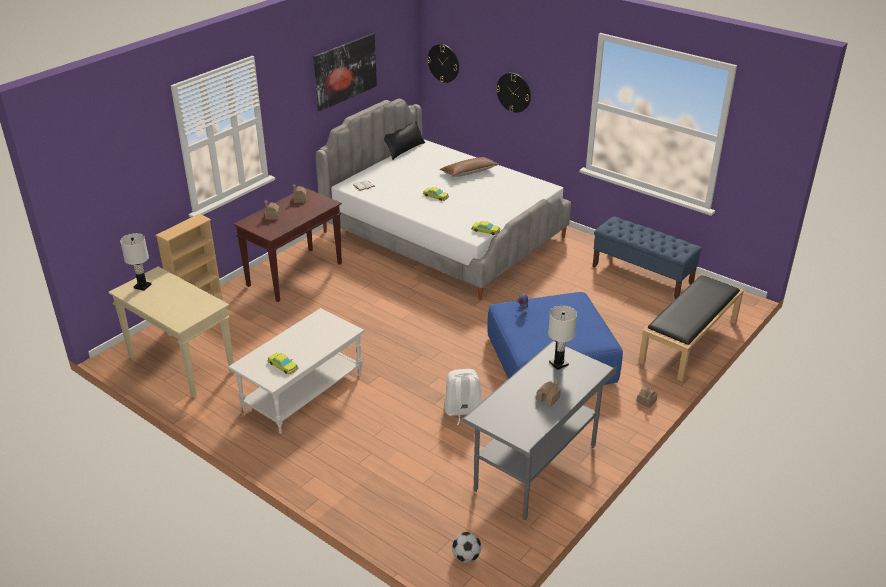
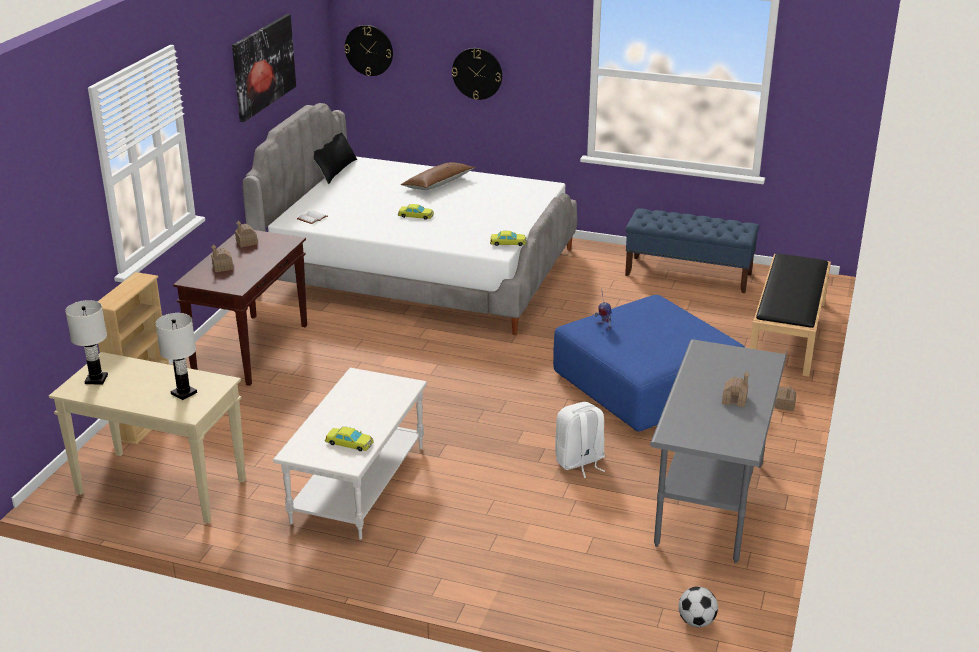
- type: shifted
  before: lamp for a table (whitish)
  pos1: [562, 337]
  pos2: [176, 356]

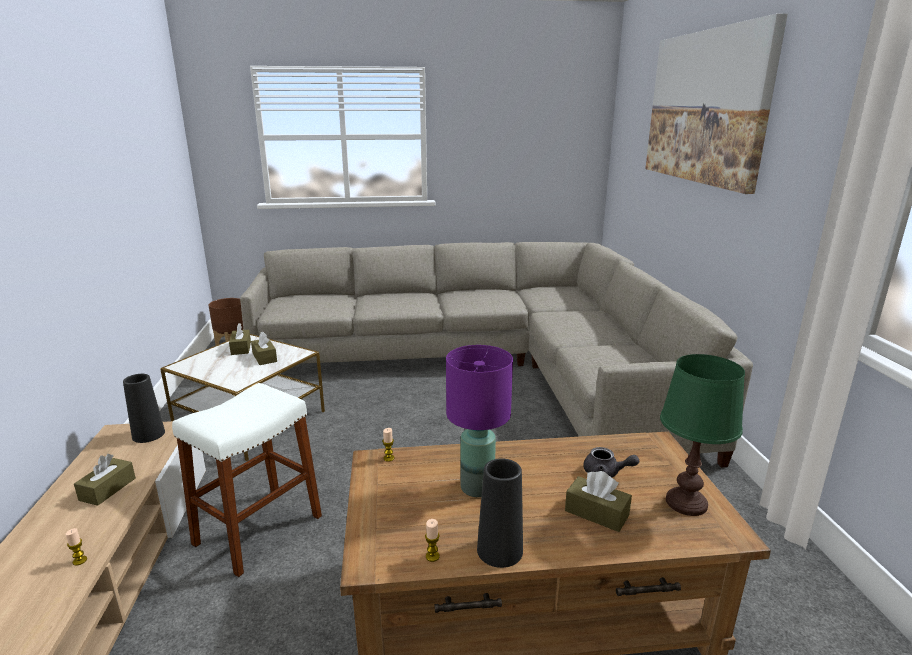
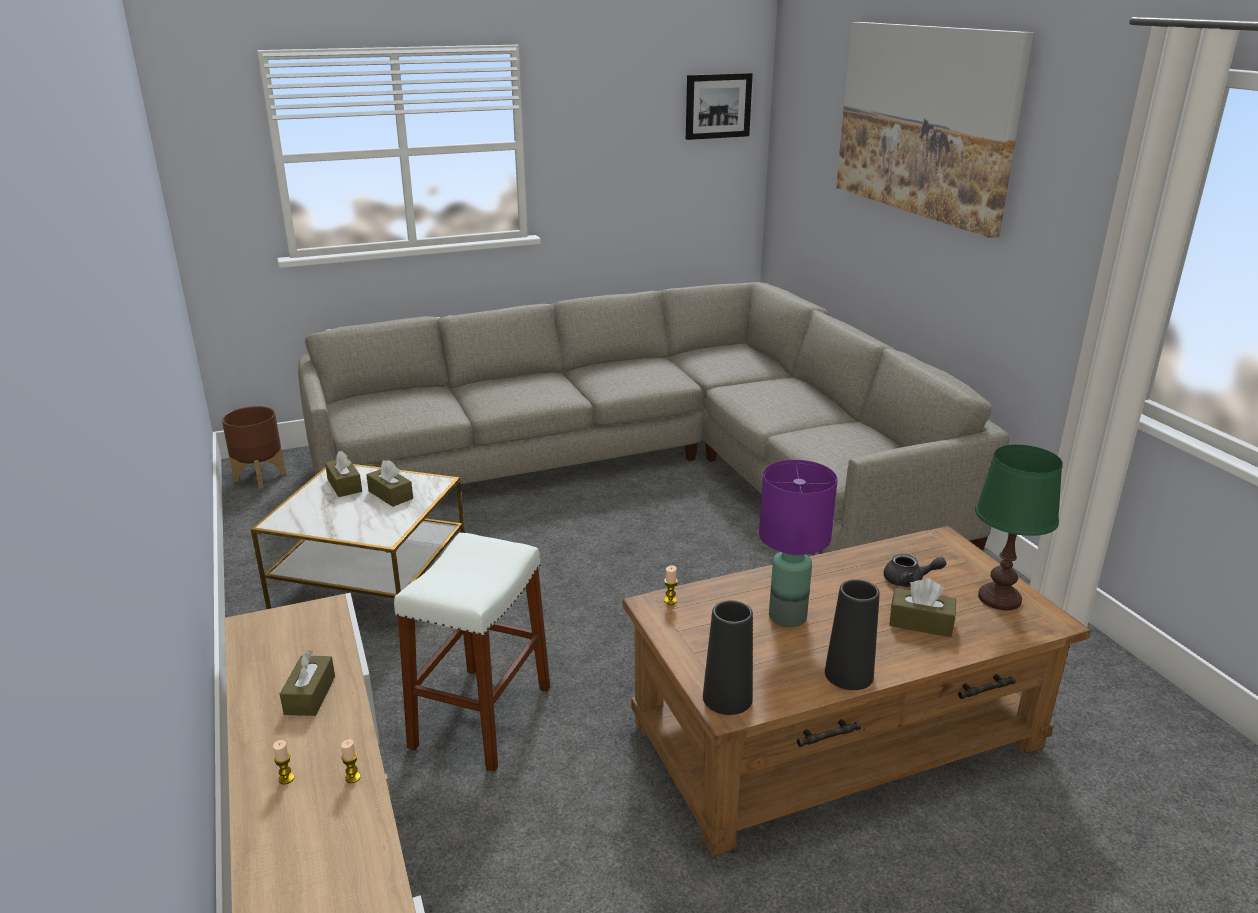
- type: shifted
  before: flower vase (black-coloured)
  pos1: [144, 408]
  pos2: [728, 657]
- type: shifted
  before: candle
  pos1: [432, 540]
  pos2: [283, 762]
- type: new
  after: picture
  pos2: [719, 106]

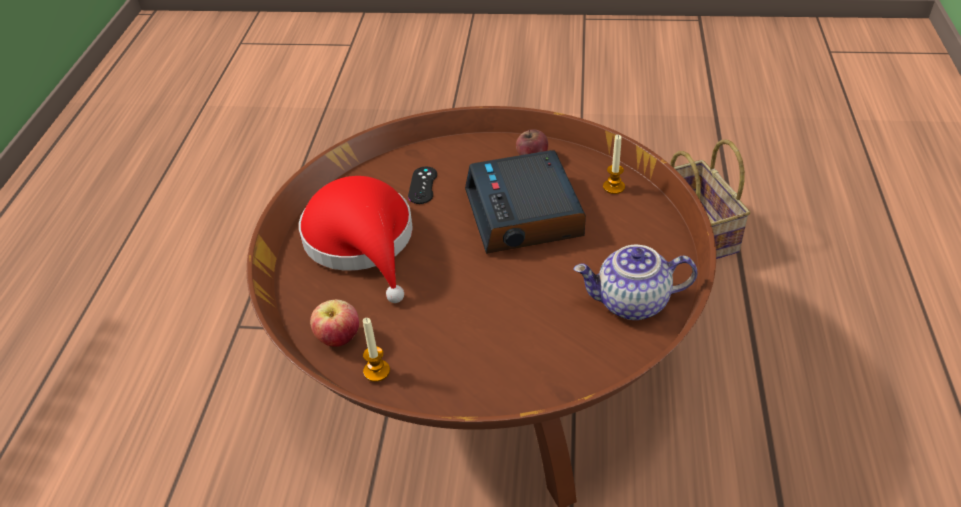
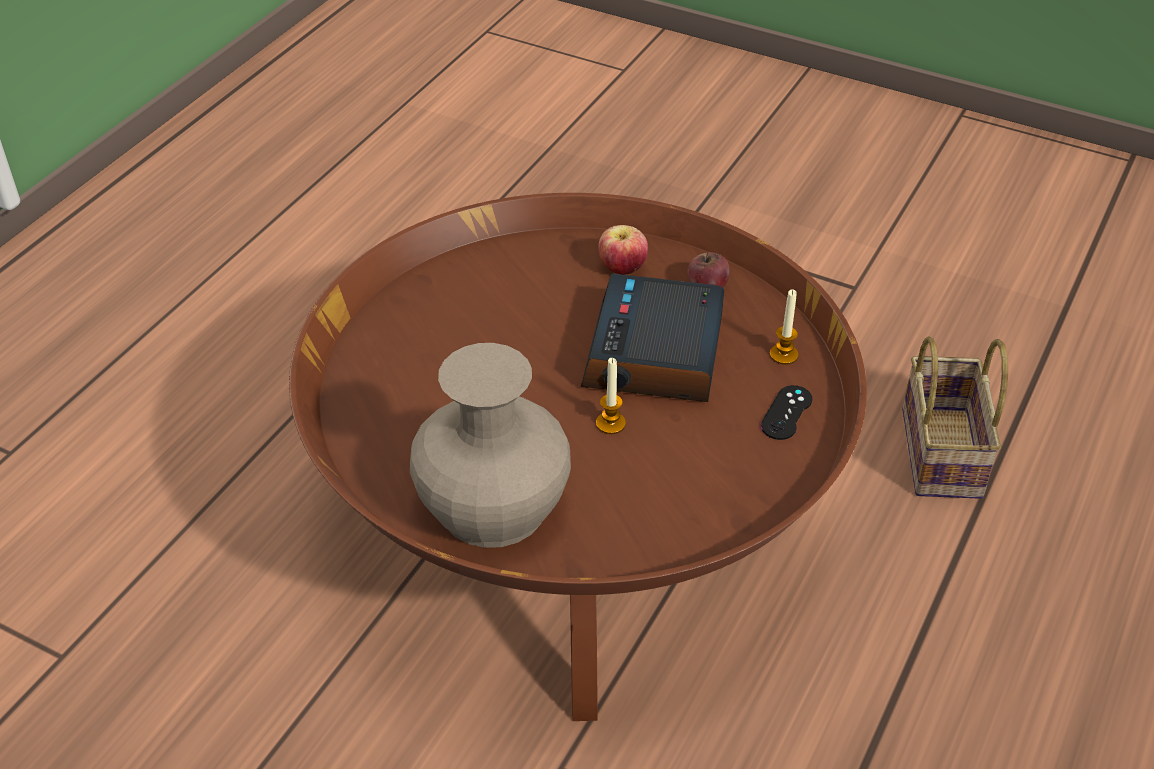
- type: shifted
  before: joypad (black-coloured)
  pos1: [422, 185]
  pos2: [786, 412]
- type: gone
  before: hat (red)
  pos1: [356, 239]
- type: gone
  before: tea pot
  pos1: [635, 282]
- type: shifted
  before: whole apple
  pos1: [334, 323]
  pos2: [623, 250]
- type: shifted
  before: candle
  pos1: [376, 350]
  pos2: [611, 396]
- type: new
  after: flower vase (beige-coloured)
  pos2: [490, 445]

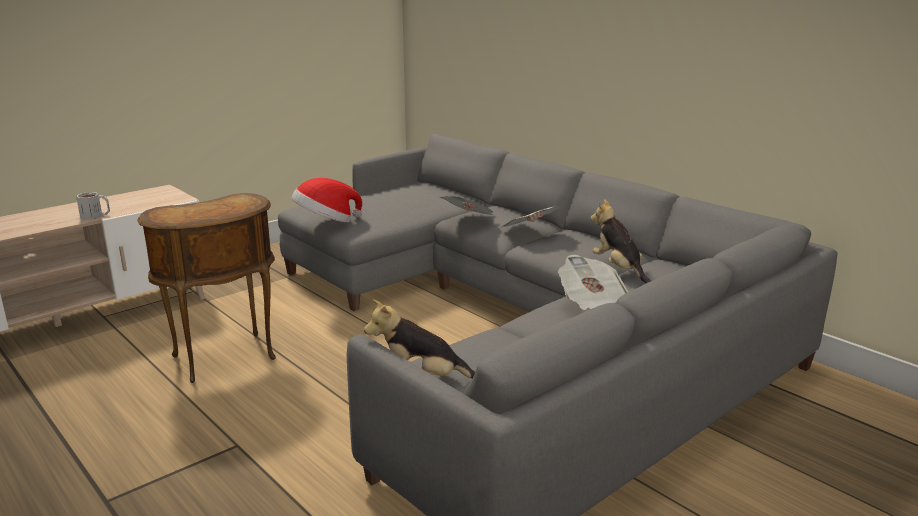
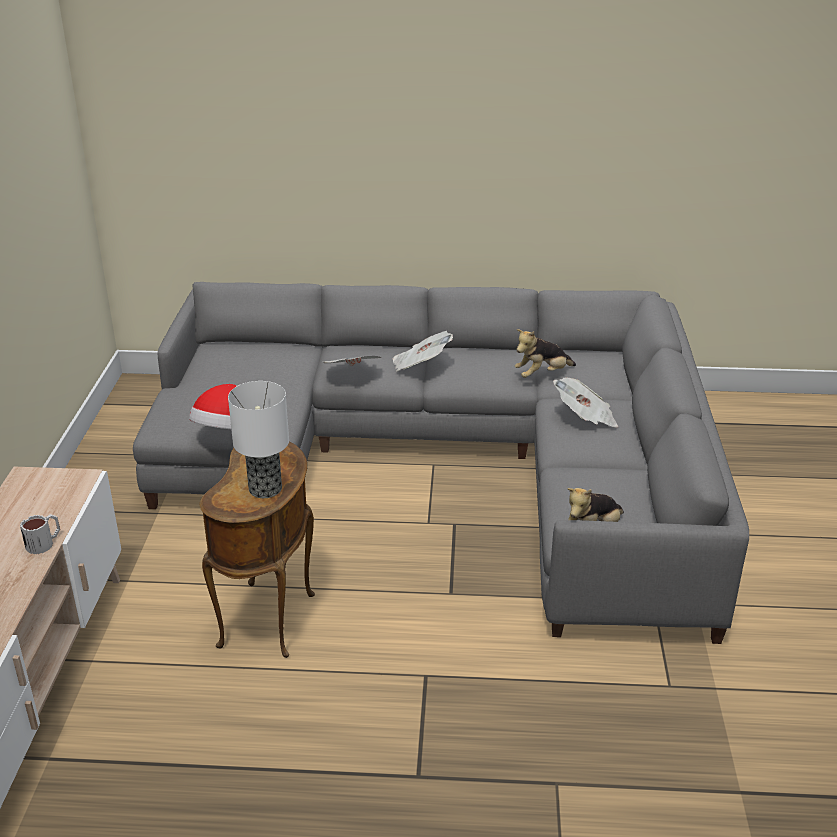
- type: rotated
  before: soft toy
  pos1: [620, 241]
  pos2: [545, 353]
  turn: -45
- type: new
  after: lamp for a table
  pos2: [258, 439]

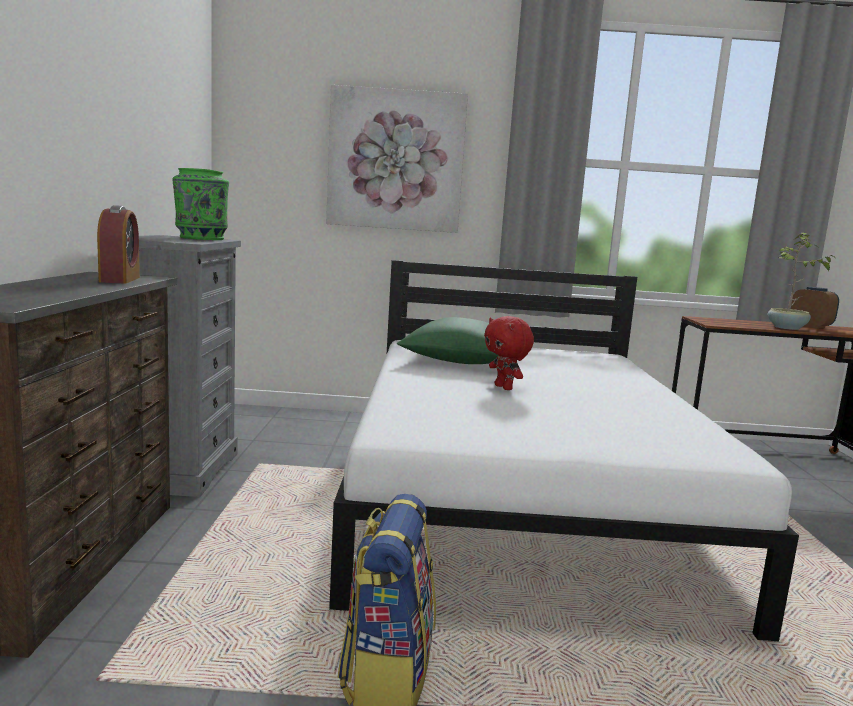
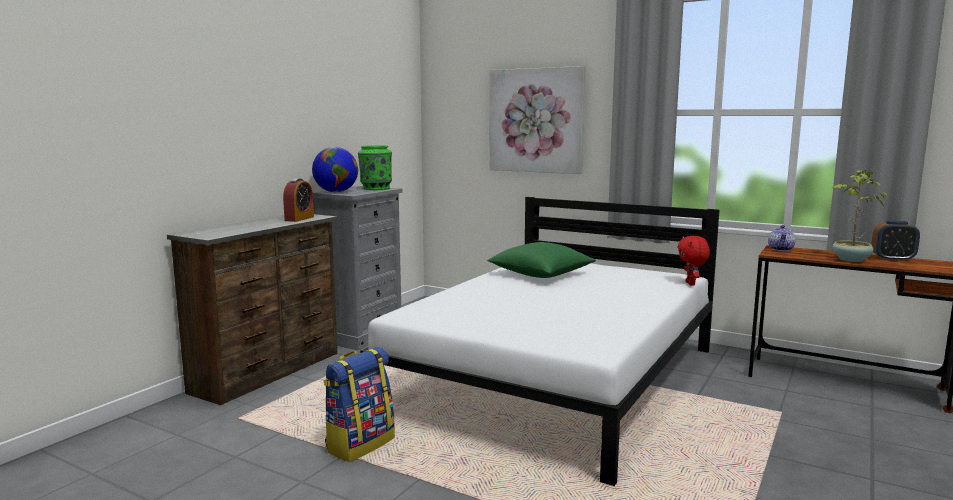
- type: rotated
  before: alarm clock
  pos1: [815, 308]
  pos2: [895, 241]
  turn: 105
- type: shifted
  before: soft toy (red)
  pos1: [509, 353]
  pos2: [694, 261]
- type: new
  after: desk globe
  pos2: [335, 169]
- type: new
  after: tea pot
  pos2: [782, 238]

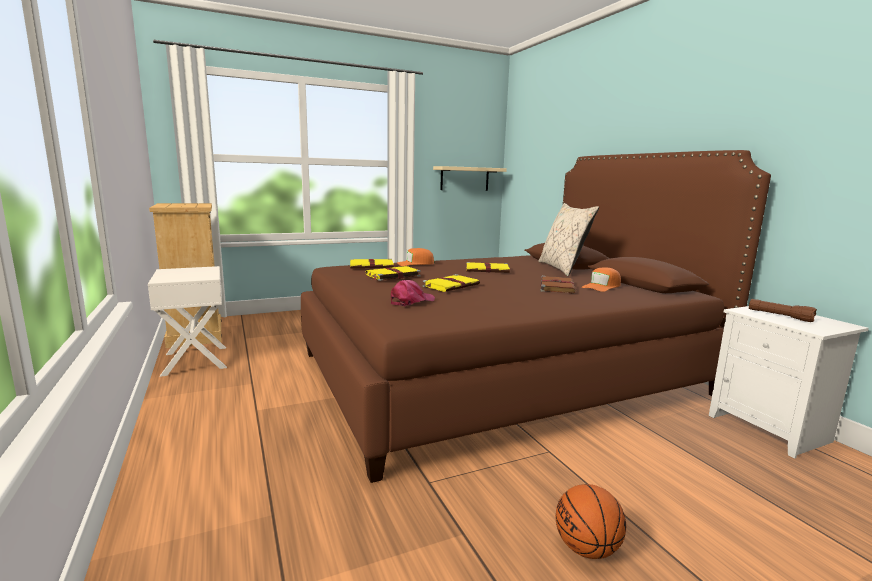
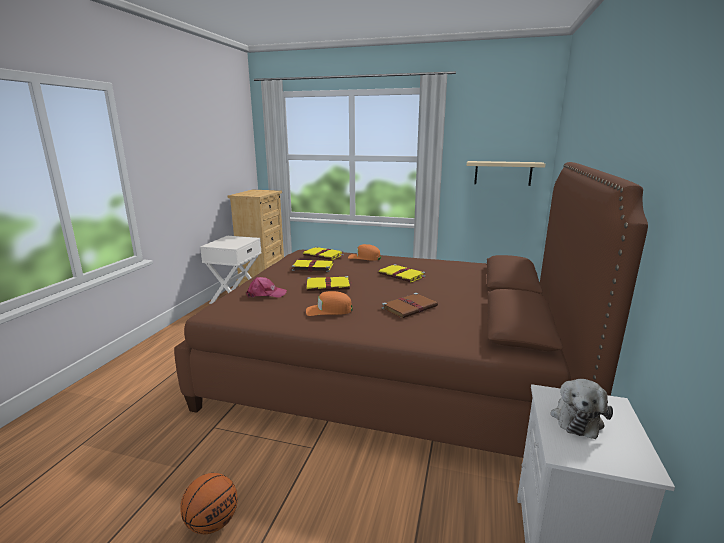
- type: gone
  before: cushion (beige-coloured)
  pos1: [568, 239]
- type: shifted
  before: cap (orange-coloured)
  pos1: [601, 279]
  pos2: [329, 303]
- type: swapped
  before: torch (brownish)
  after: soft toy
  pos1: [783, 310]
  pos2: [582, 409]

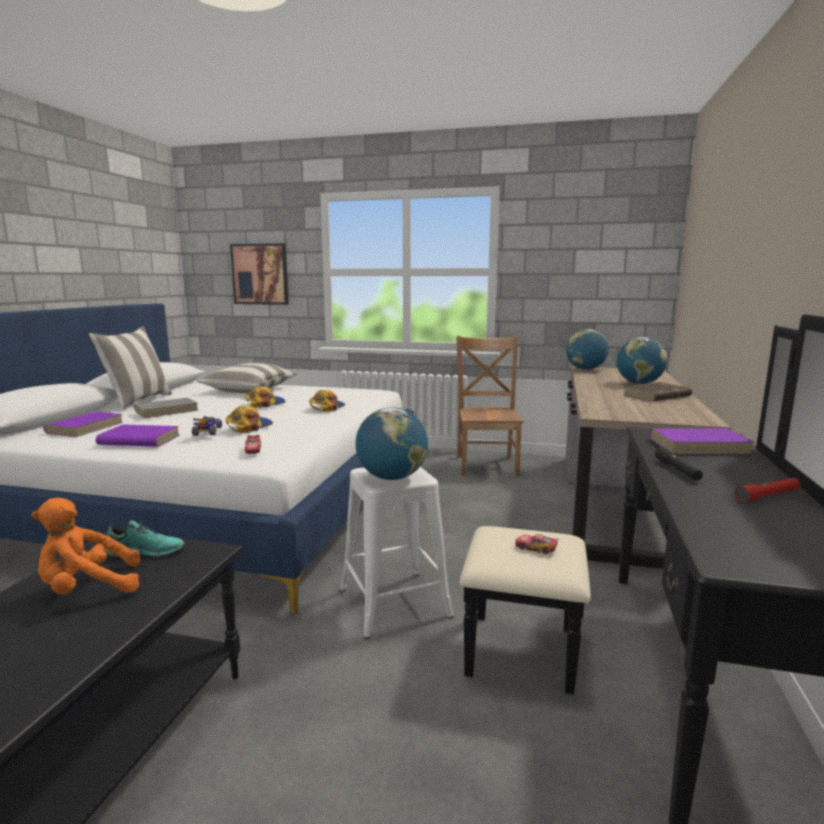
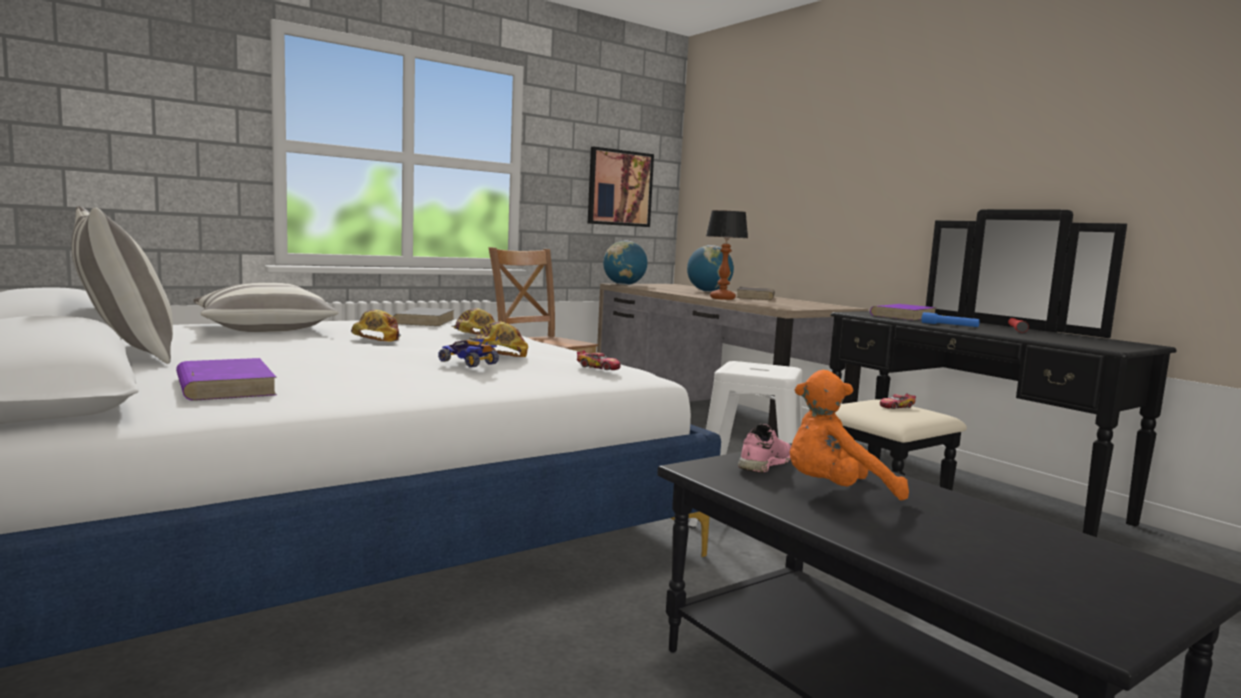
- type: shifted
  before: picture
  pos1: [259, 274]
  pos2: [621, 187]
- type: shifted
  before: bound book (gray)
  pos1: [166, 407]
  pos2: [424, 316]
- type: gone
  before: desk globe
  pos1: [392, 443]
- type: gone
  before: bound book (purple)
  pos1: [138, 435]
- type: repainted
  before: torch (black-coloured)
  after: torch (bluish)
  pos1: [679, 464]
  pos2: [950, 319]
- type: rotated
  before: soft toy (orange-coloured)
  pos1: [85, 546]
  pos2: [849, 435]
  turn: 60
- type: repainted
  before: low shoe (turquoise-coloured)
  after: low shoe (pink-coloured)
  pos1: [144, 538]
  pos2: [764, 448]
- type: new
  after: lamp for a table
  pos2: [727, 255]

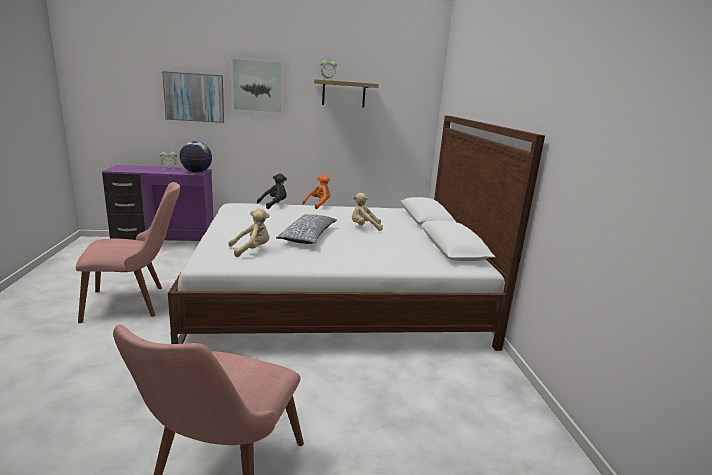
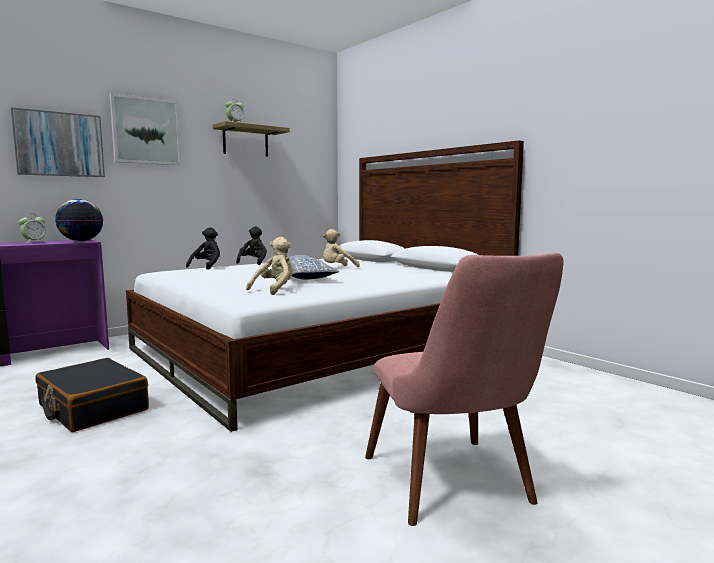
- type: repainted
  before: soft toy (orange-coloured)
  after: soft toy (black-coloured)
  pos1: [316, 191]
  pos2: [251, 245]
- type: swapped
  before: upright chair (pink-coloured)
  after: piece of luggage (black-coloured)
  pos1: [128, 252]
  pos2: [92, 395]

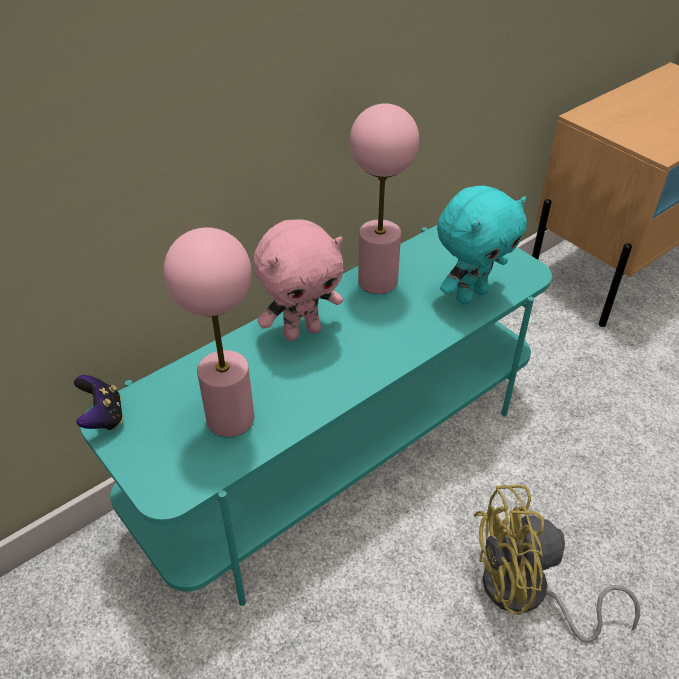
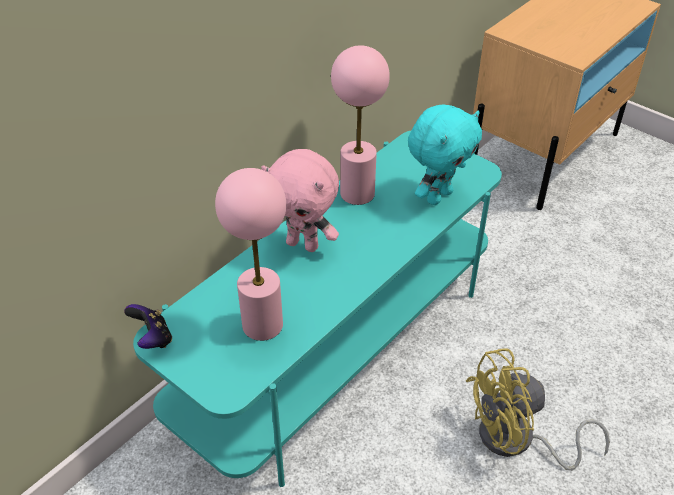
- type: rotated
  before: soft toy (pink-coloured)
  pos1: [298, 280]
  pos2: [300, 200]
  turn: 60

